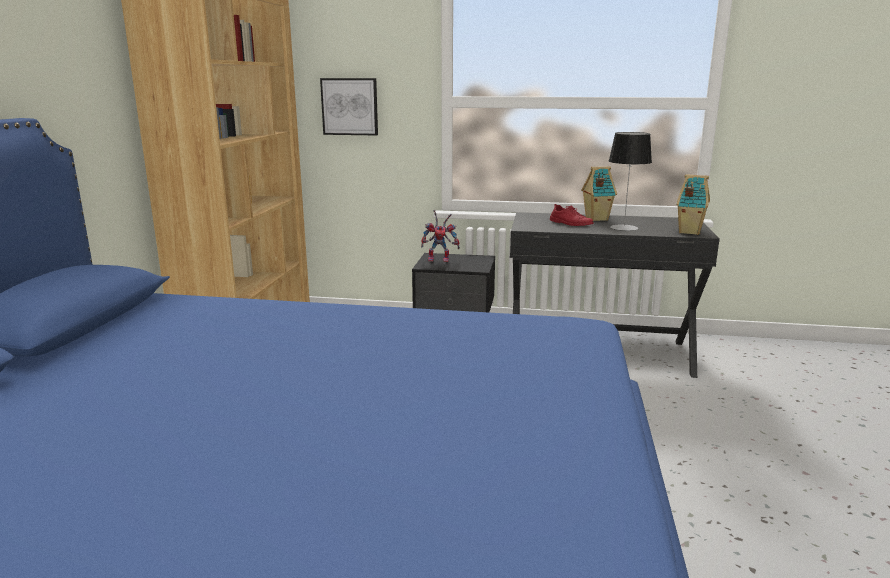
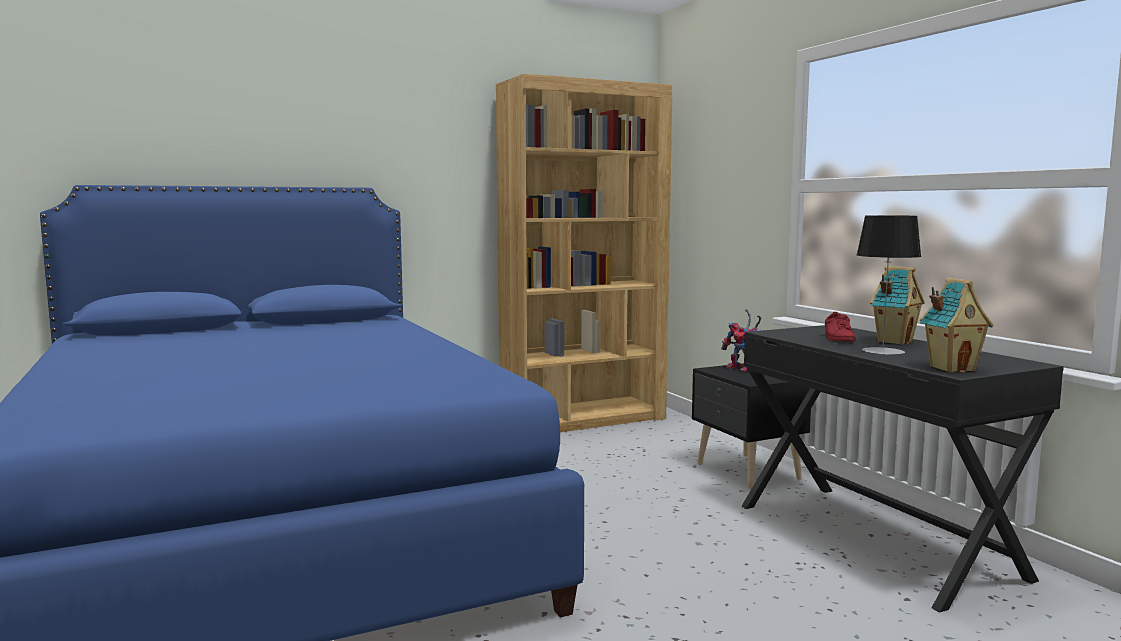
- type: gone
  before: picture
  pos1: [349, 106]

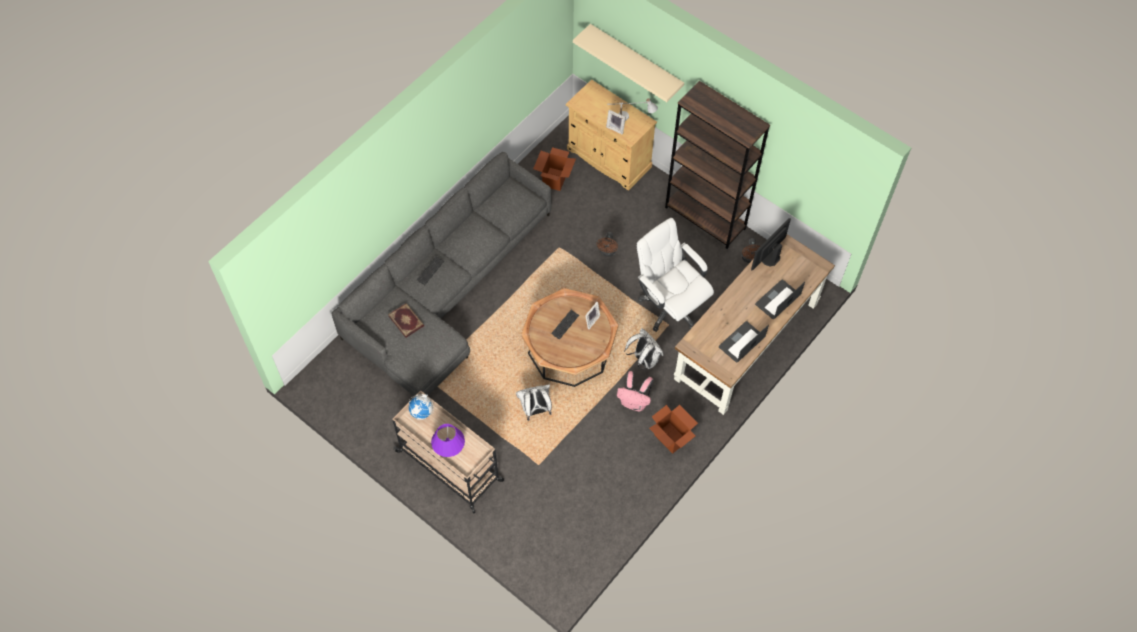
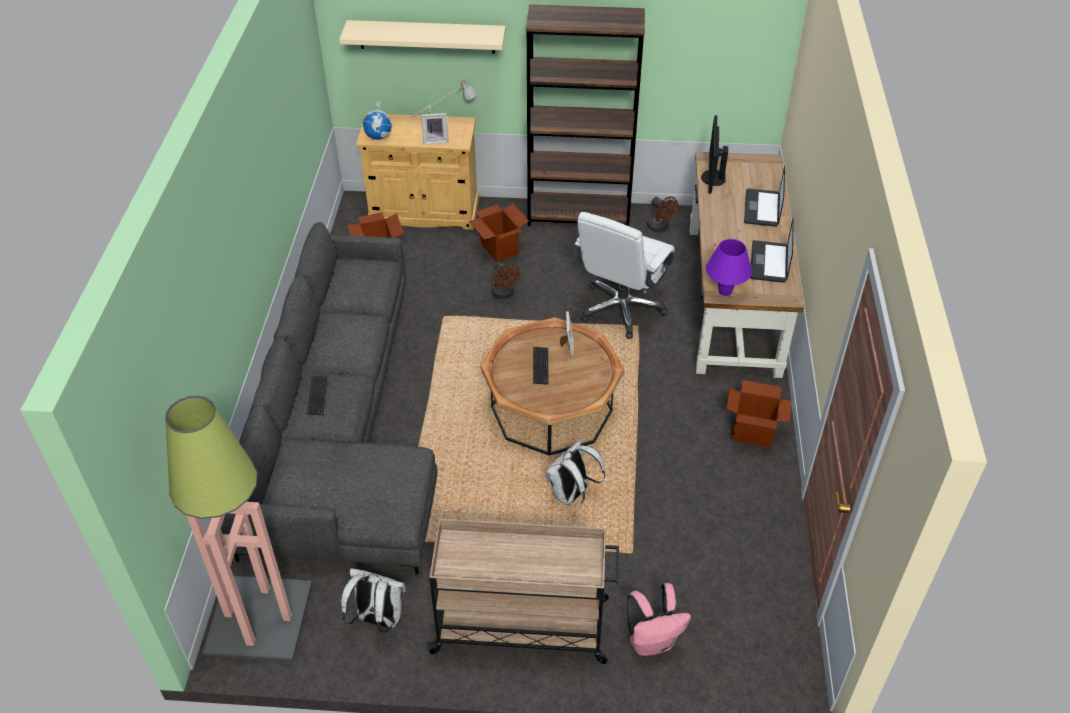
- type: rotated
  before: office chair (whitish)
  pos1: [675, 275]
  pos2: [624, 275]
  turn: -75
- type: gone
  before: bound book
  pos1: [406, 320]
- type: shifted
  before: rucksack (whitish)
  pos1: [643, 349]
  pos2: [374, 600]
- type: shifted
  before: rucksack (pink-coloured)
  pos1: [635, 391]
  pos2: [658, 619]
- type: shifted
  before: desk globe
  pos1: [421, 407]
  pos2: [377, 120]
- type: shifted
  before: lamp for a table (purple)
  pos1: [448, 440]
  pos2: [729, 267]
- type: new
  after: packing box
  pos2: [499, 233]
- type: new
  after: floor lamp
  pos2: [238, 528]

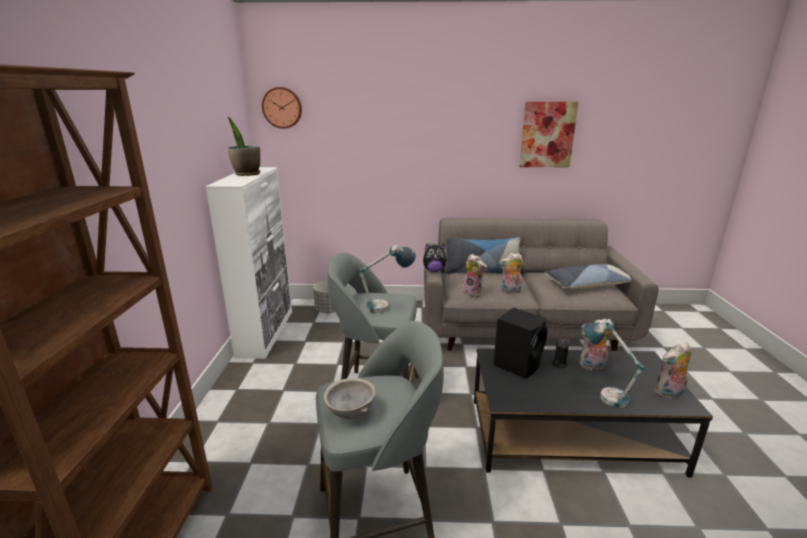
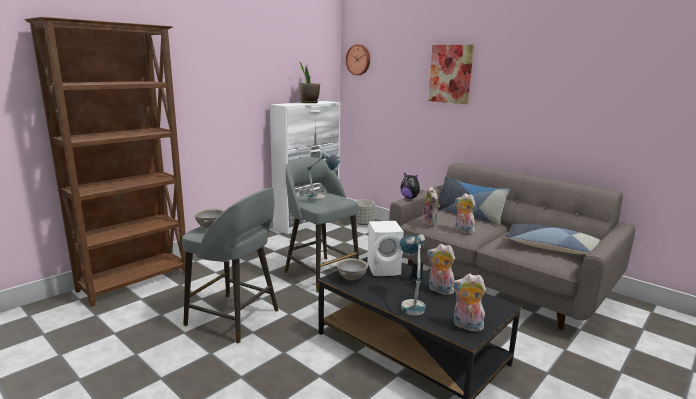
- type: shifted
  before: picture
  pos1: [548, 134]
  pos2: [451, 74]
- type: repainted
  before: loudspeaker (black-coloured)
  after: loudspeaker (whitish)
  pos1: [520, 343]
  pos2: [385, 248]
- type: new
  after: bowl (gray)
  pos2: [352, 269]

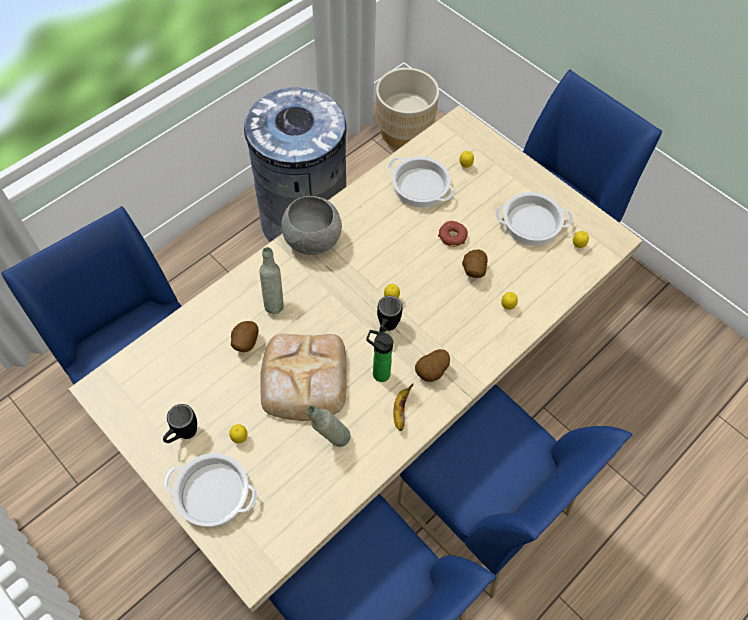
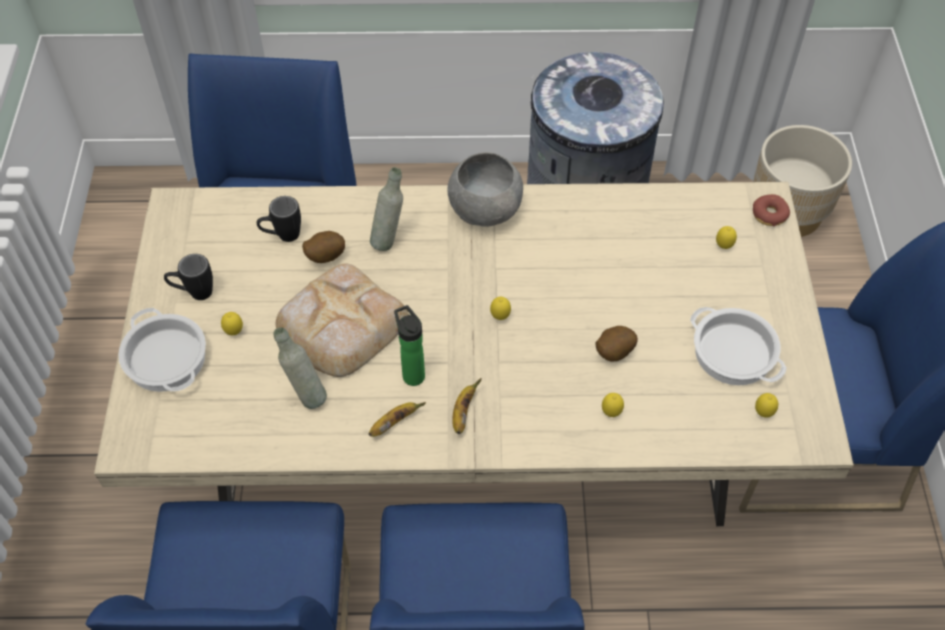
- type: gone
  before: stockpot
  pos1: [421, 182]
- type: shifted
  before: donut
  pos1: [453, 234]
  pos2: [771, 210]
- type: shifted
  before: coffee mug (black-coloured)
  pos1: [389, 314]
  pos2: [279, 219]
- type: swapped
  before: whole potato
  after: banana fruit
  pos1: [432, 365]
  pos2: [466, 406]

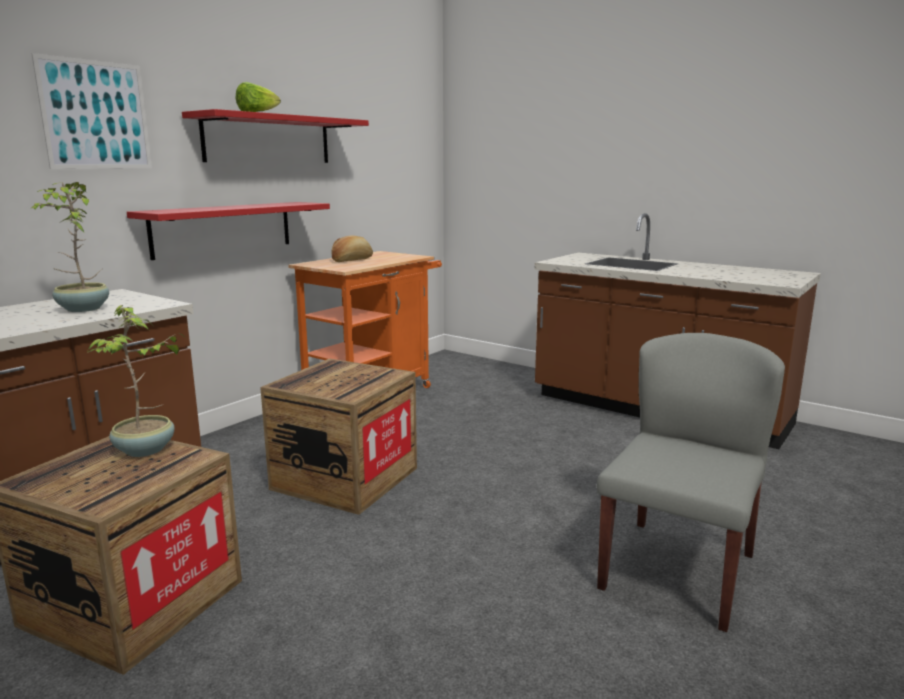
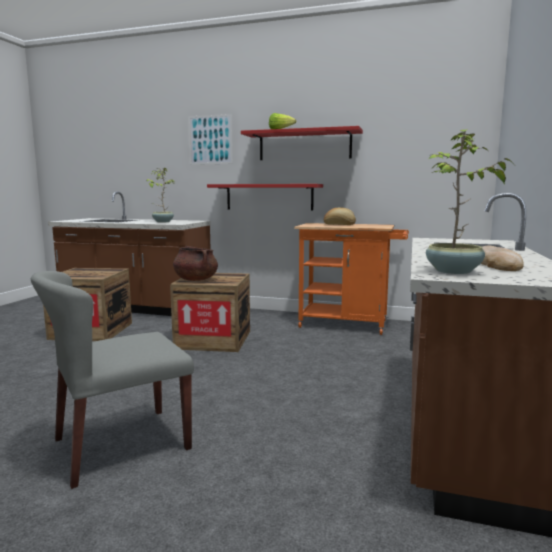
- type: shifted
  before: houseplant
  pos1: [136, 381]
  pos2: [469, 201]
- type: rotated
  before: upright chair (gray)
  pos1: [691, 482]
  pos2: [112, 380]
  turn: 135
- type: new
  after: bakery bread
  pos2: [502, 258]
- type: new
  after: stockpot (brownish)
  pos2: [195, 263]

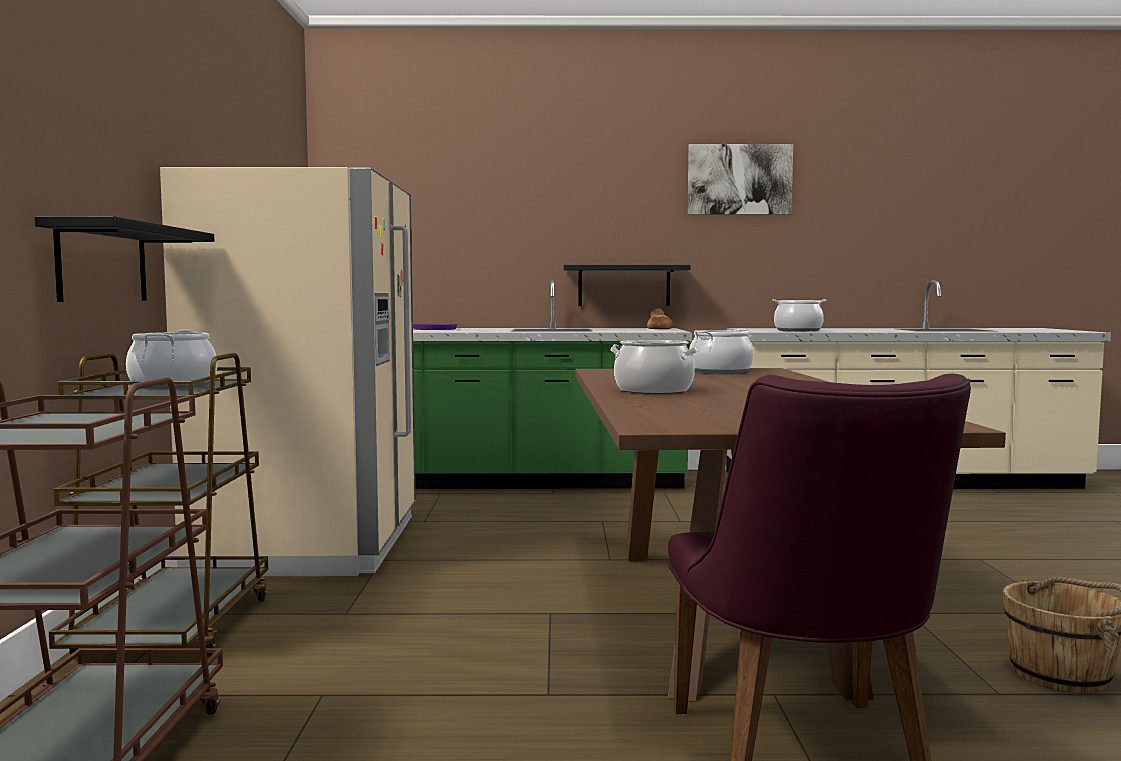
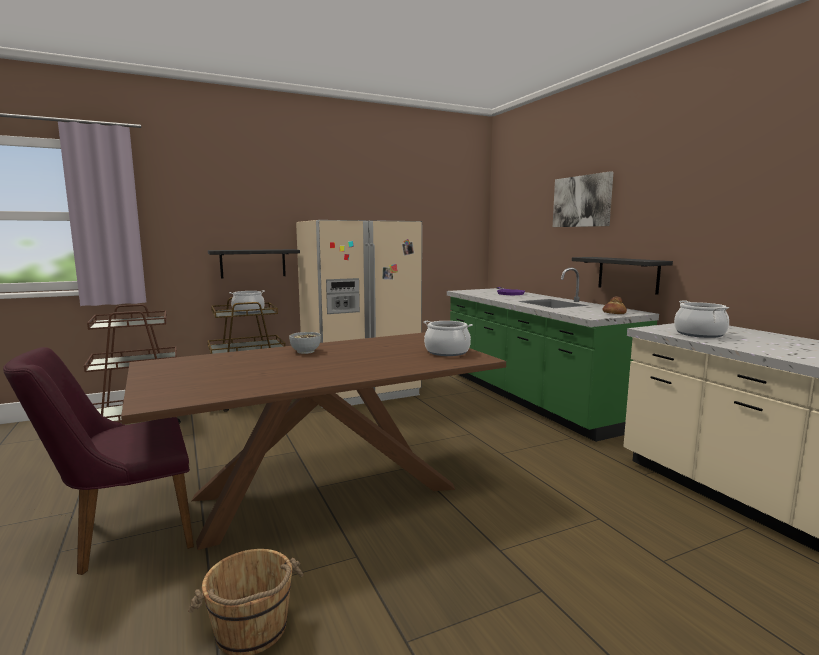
- type: shifted
  before: picture
  pos1: [740, 179]
  pos2: [583, 199]
- type: swapped
  before: stockpot
  after: bowl
  pos1: [655, 367]
  pos2: [305, 343]

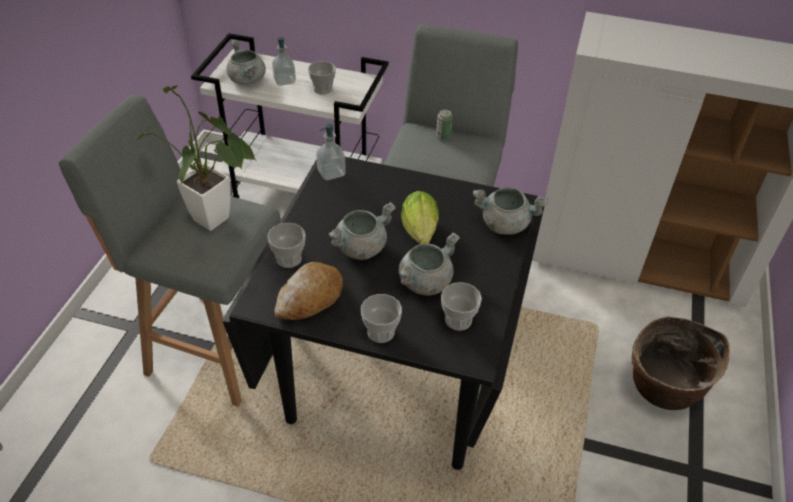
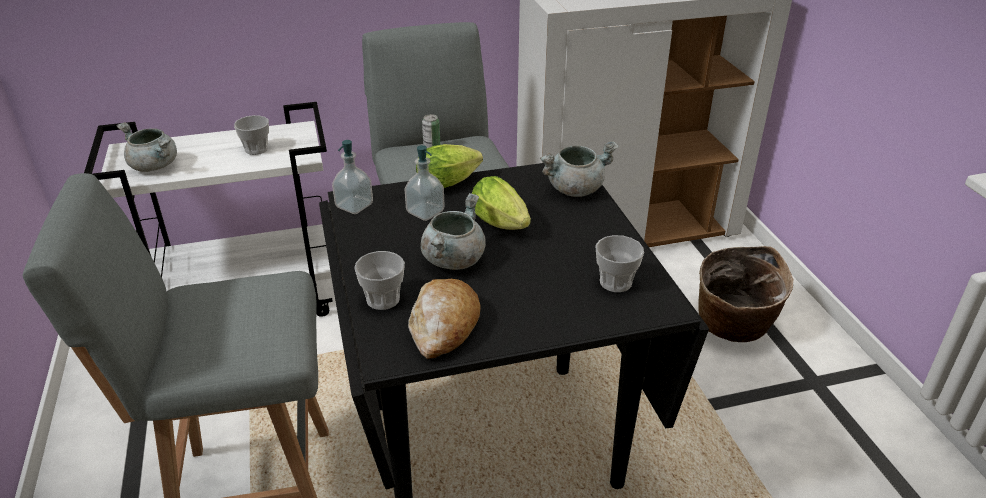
- type: shifted
  before: soap bottle
  pos1: [284, 61]
  pos2: [425, 183]
- type: gone
  before: houseplant
  pos1: [196, 158]
- type: gone
  before: stockpot (gray)
  pos1: [429, 263]
- type: gone
  before: small cup
  pos1: [381, 318]
- type: new
  after: lettuce head
  pos2: [449, 166]

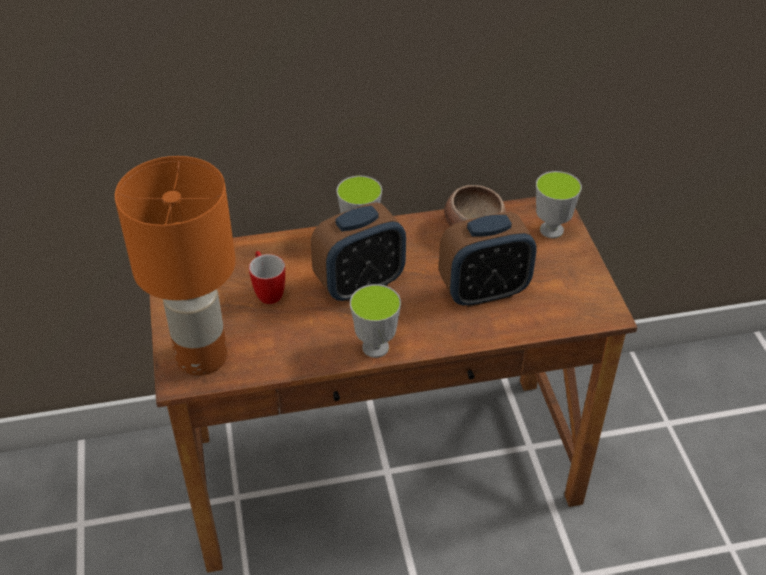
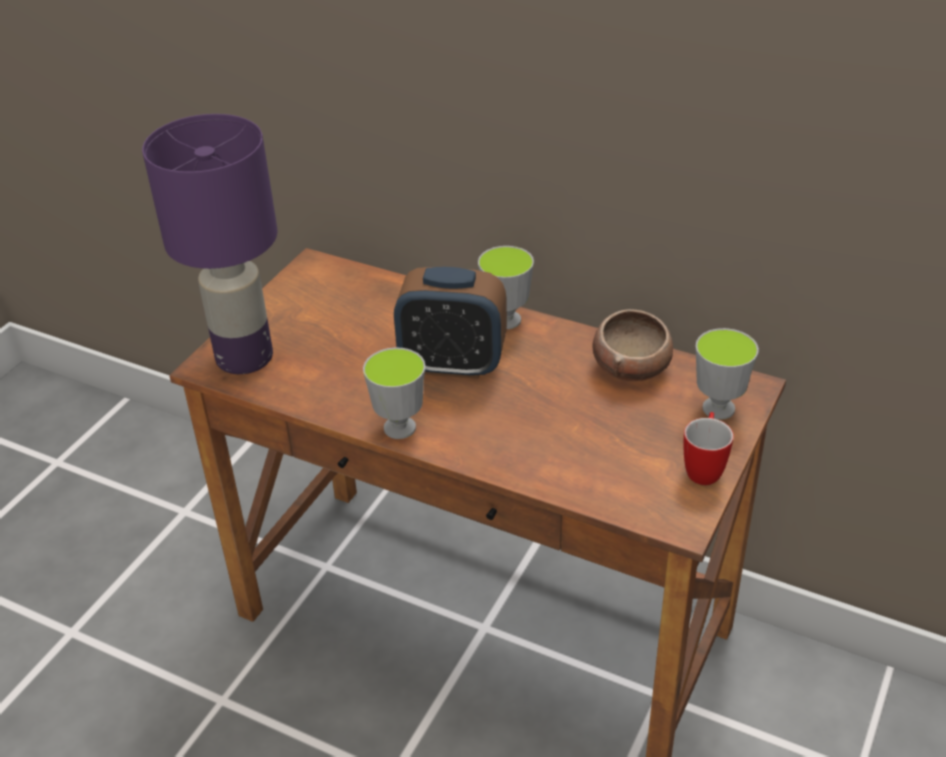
- type: repainted
  before: lamp for a table (orange-coloured)
  after: lamp for a table (purple)
  pos1: [175, 266]
  pos2: [210, 244]
- type: gone
  before: alarm clock
  pos1: [488, 259]
- type: shifted
  before: coffee mug
  pos1: [267, 277]
  pos2: [709, 448]

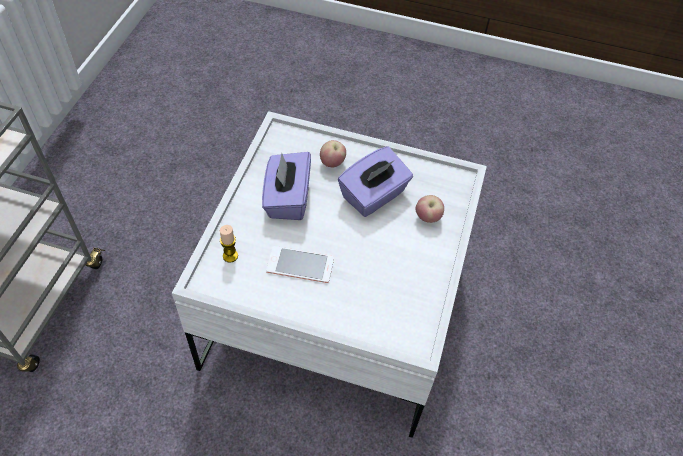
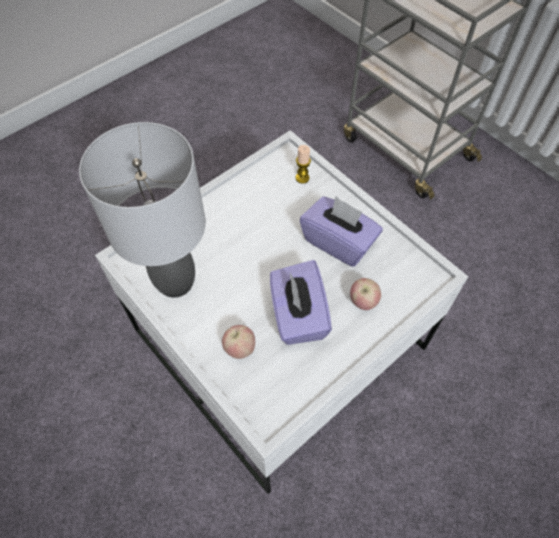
- type: gone
  before: telephone
  pos1: [300, 264]
- type: new
  after: lamp for a table (gray)
  pos2: [142, 210]

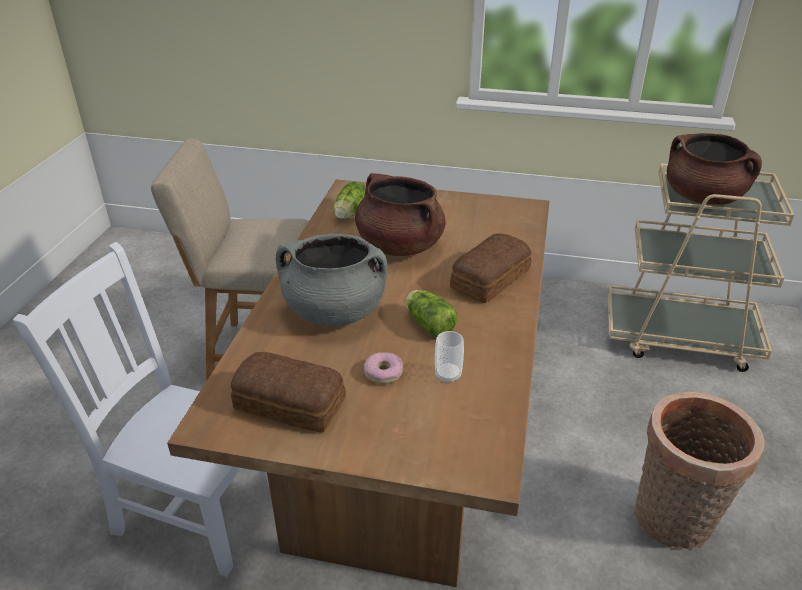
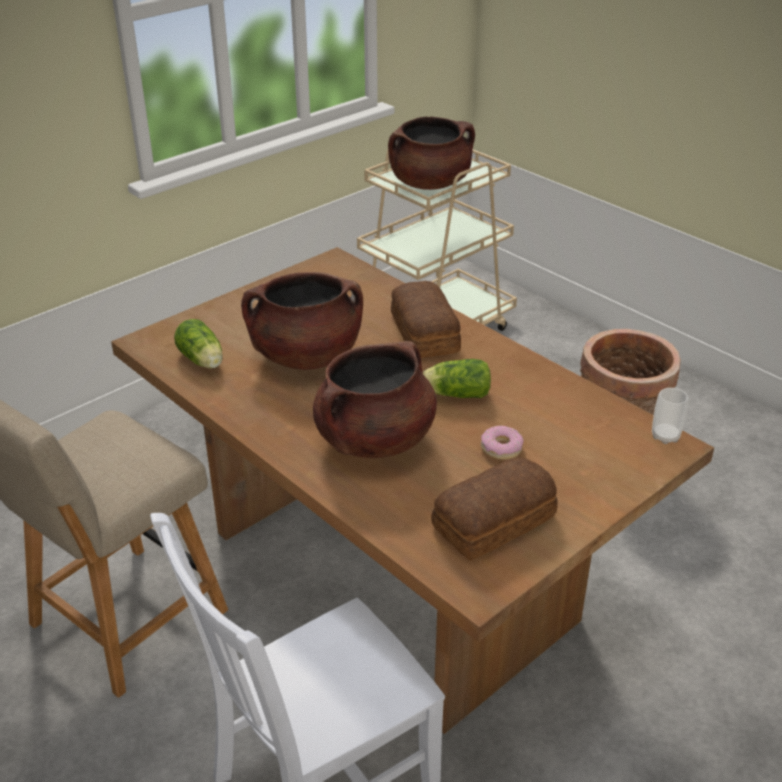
- type: repainted
  before: stockpot (gray)
  after: stockpot (brownish)
  pos1: [332, 280]
  pos2: [375, 399]
- type: shifted
  before: small cup
  pos1: [449, 357]
  pos2: [670, 416]

